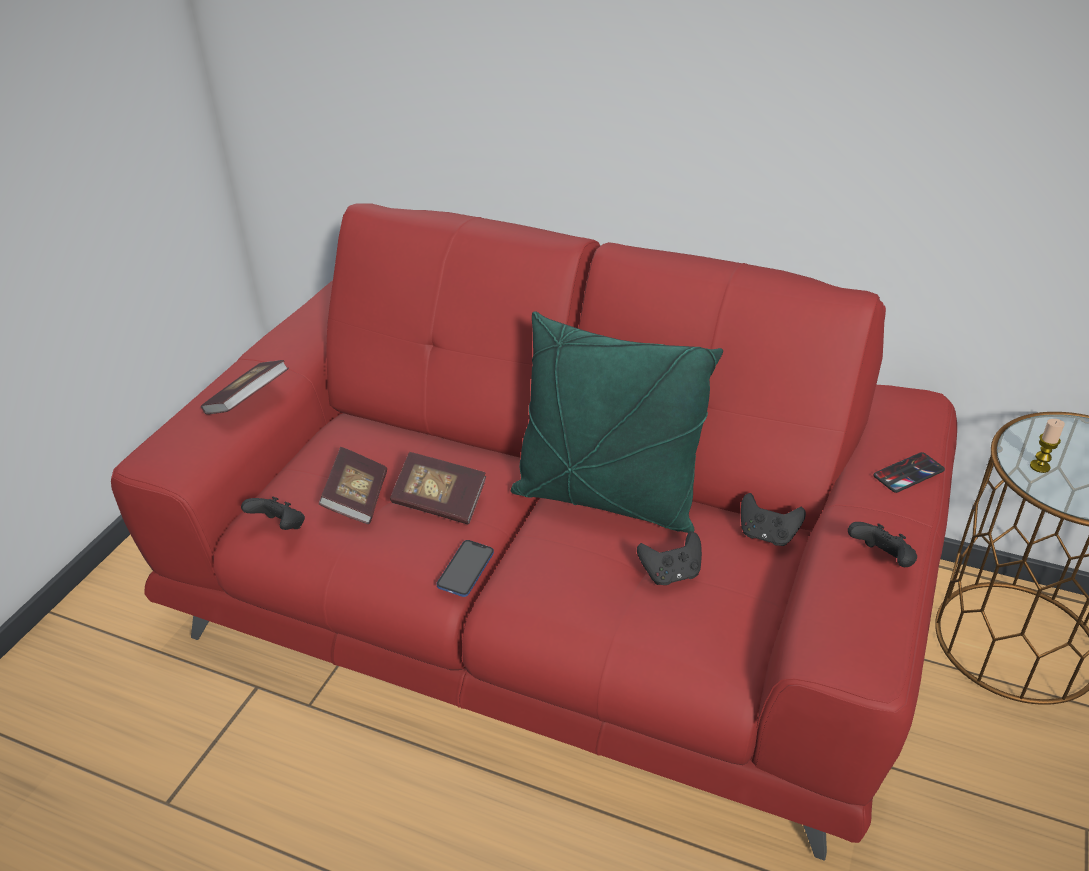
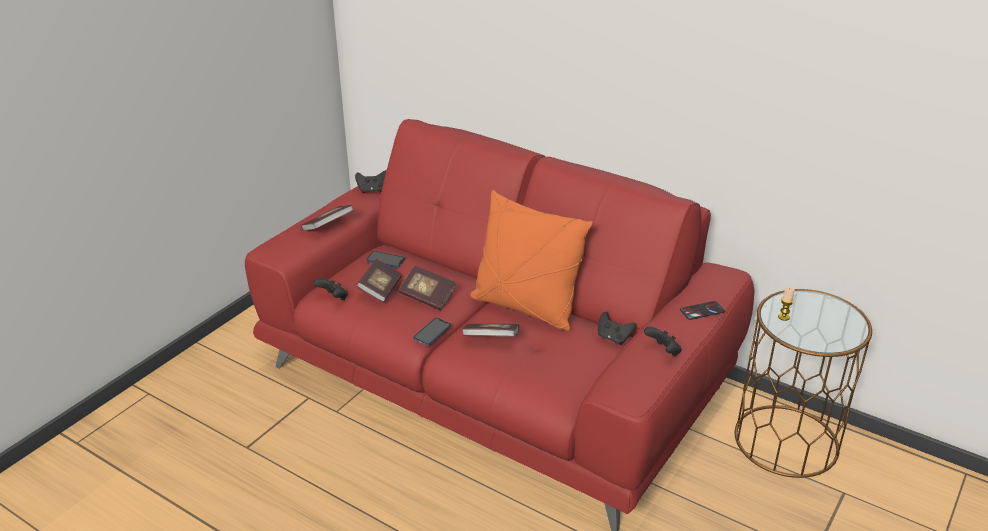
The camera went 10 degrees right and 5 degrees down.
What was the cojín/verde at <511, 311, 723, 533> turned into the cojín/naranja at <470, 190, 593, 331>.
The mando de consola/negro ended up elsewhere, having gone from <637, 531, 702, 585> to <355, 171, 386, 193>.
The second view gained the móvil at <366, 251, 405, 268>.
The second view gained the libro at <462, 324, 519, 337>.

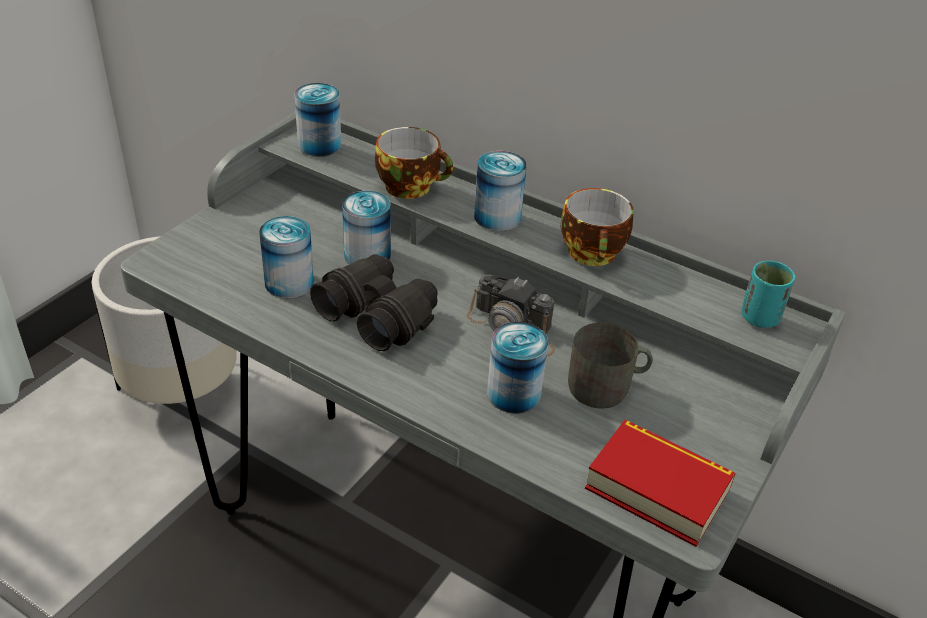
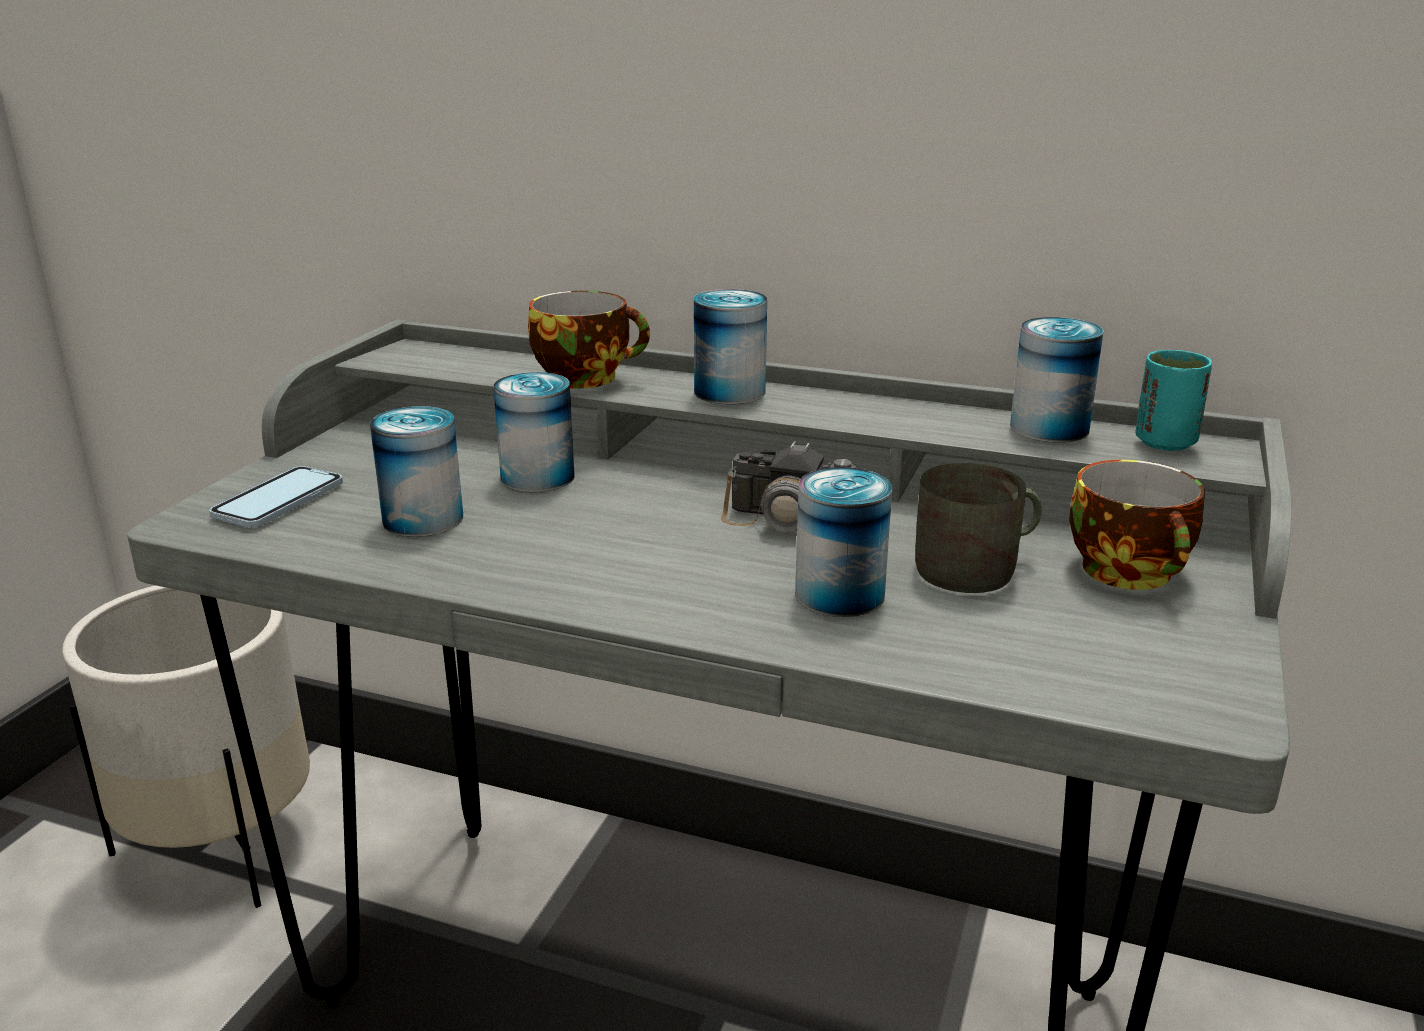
The camera went 10 degrees left and 15 degrees down.
The lata ended up elsewhere, having gone from <294, 83, 341, 157> to <1010, 317, 1104, 442>.
The second view lost the prismáticos/negro at <310, 254, 438, 351>.
The taza ended up elsewhere, having gone from <561, 188, 634, 266> to <1069, 460, 1205, 590>.
The second view lost the libro at <585, 420, 736, 547>.
The second view gained the móvil at <209, 466, 343, 528>.

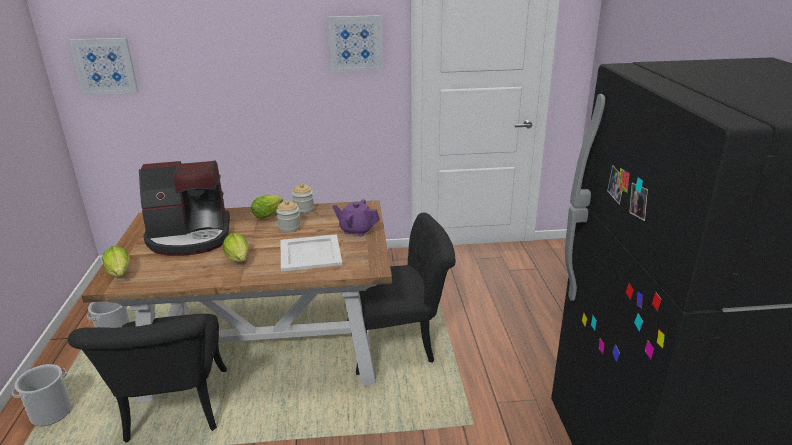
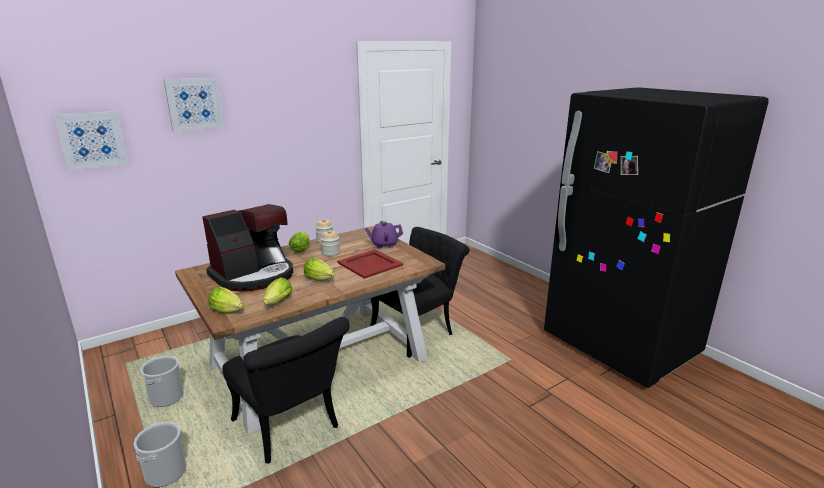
The camera went 30 degrees left and 5 degrees down.
What was the bandeja/blanco at <281, 234, 342, 271> turned into the bandeja/rojo at <337, 249, 403, 279>.
The cuadro ended up elsewhere, having gone from <327, 15, 382, 72> to <163, 78, 224, 132>.
The second view gained the lechuga at <263, 277, 292, 305>.

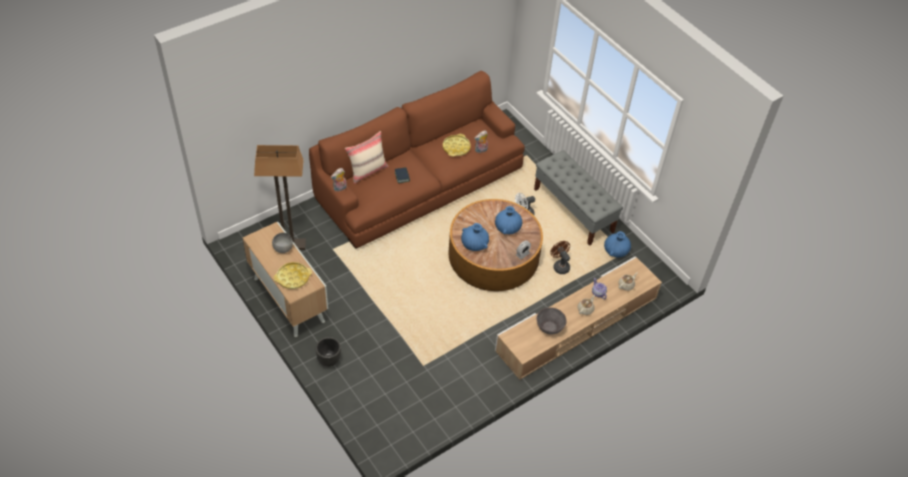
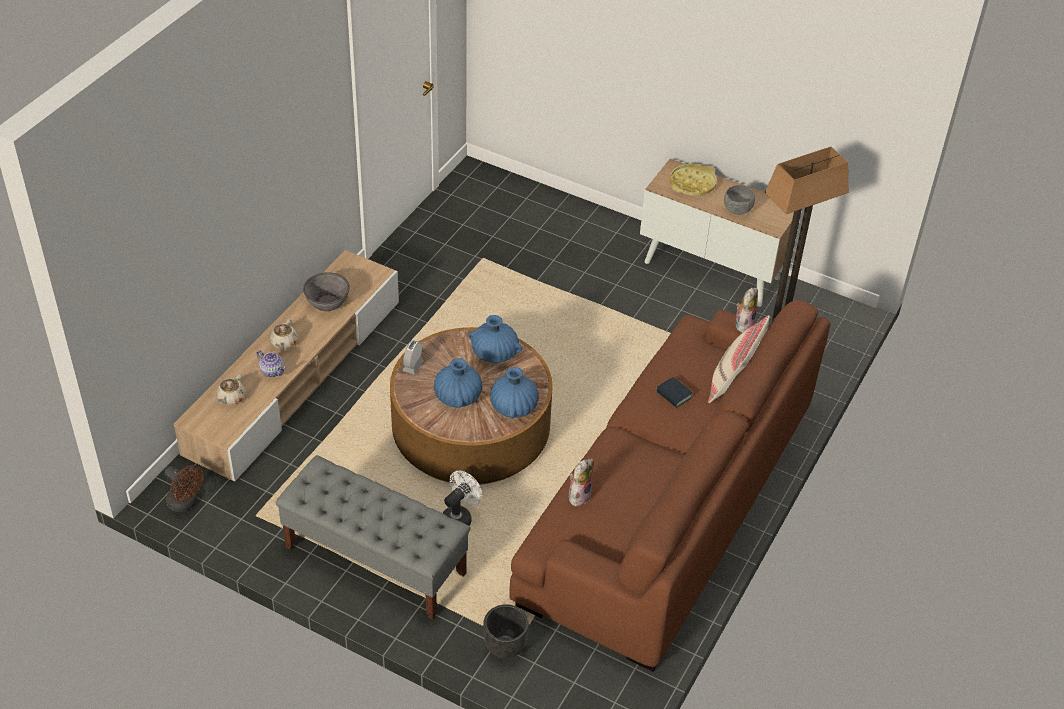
The camera went 155 degrees right and 5 degrees down.
The maceta/negro ended up elsewhere, having gone from <315, 337, 341, 367> to <483, 604, 529, 659>.
The second view lost the bandeja/amarillo at <443, 134, 471, 157>.
The ventilador/marrón ended up elsewhere, having gone from <550, 241, 570, 274> to <165, 465, 204, 512>.
The florero/azul ended up elsewhere, having gone from <604, 231, 631, 258> to <490, 367, 539, 419>.

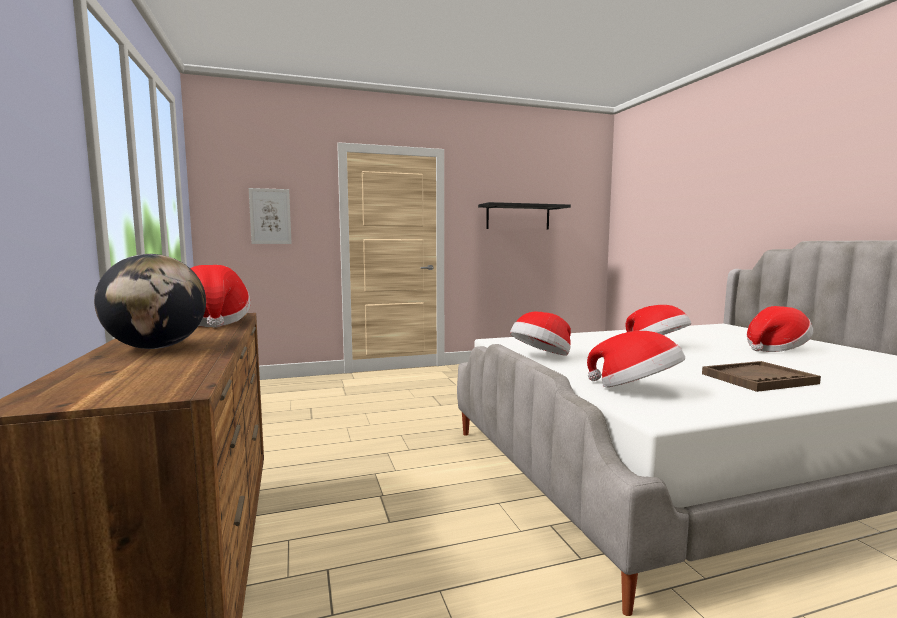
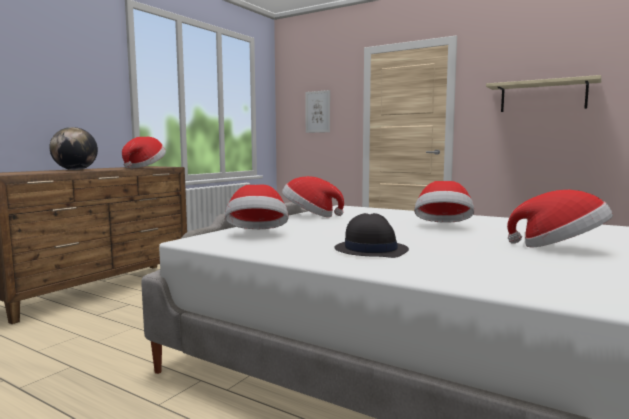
The camera went 50 degrees right and 0 degrees up.
What was the estante/negro at <478, 202, 571, 230> turned into the estante/beis at <486, 75, 602, 112>.
Where the bandeja/marrón stood at <702, 361, 821, 392>, the sombrero/negro came to stand at <335, 213, 409, 258>.

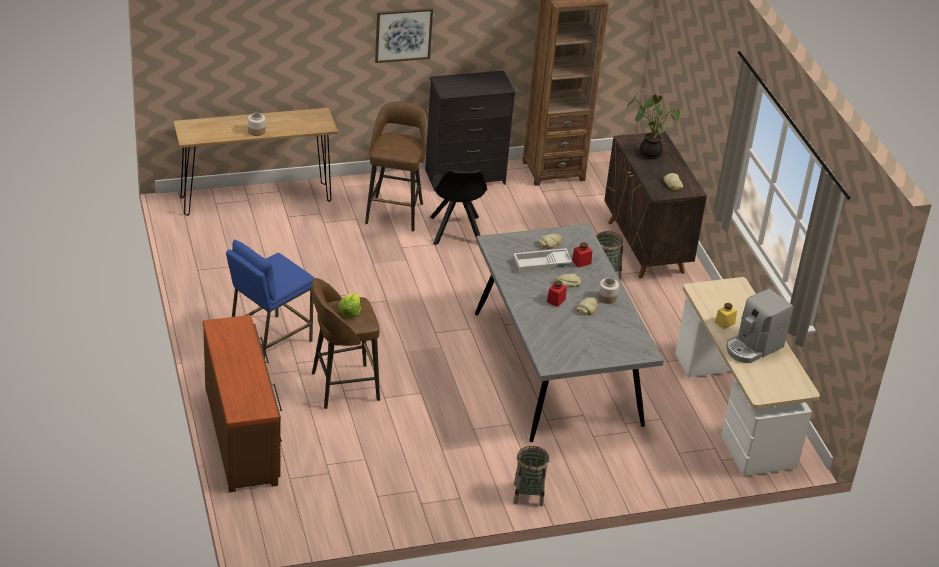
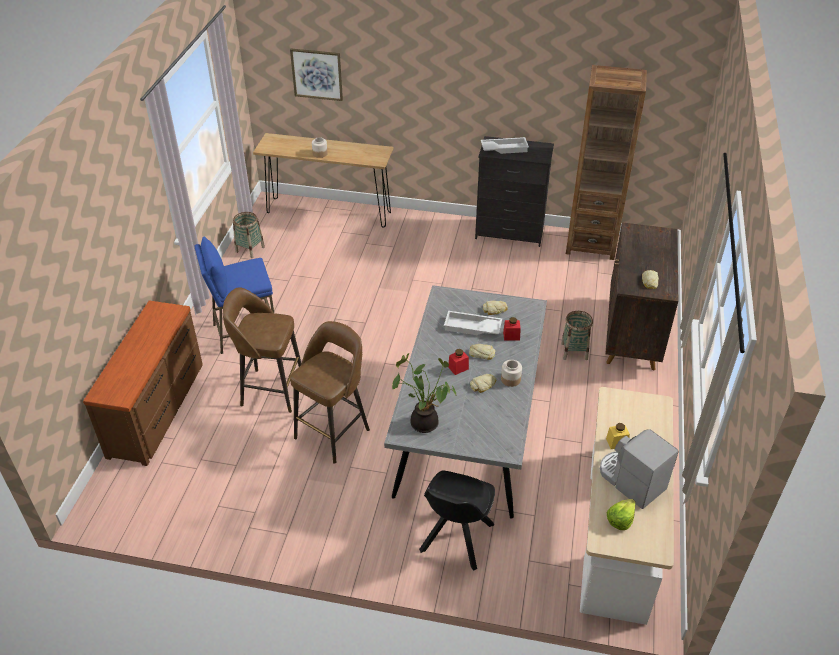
The camera went 30 degrees right and 5 degrees up.
The lechuga ended up elsewhere, having gone from <338, 292, 361, 317> to <607, 499, 636, 530>.
The taburete/marrón ended up elsewhere, having gone from <365, 101, 427, 231> to <290, 321, 370, 464>.
The cuadro ended up elsewhere, having gone from <375, 8, 433, 63> to <290, 48, 343, 101>.
The silla/negro ended up elsewhere, having gone from <430, 170, 487, 245> to <419, 471, 495, 571>.
The cesta ended up elsewhere, having gone from <513, 446, 550, 506> to <233, 212, 265, 258>.
The planta en maceta ended up elsewhere, having gone from <627, 94, 680, 159> to <392, 353, 456, 433>.
The cafetera at <726, 288, 793, 363> ended up facing another way, 60 degrees clockwise from before.
The second view gained the bandeja/blanco at <481, 137, 529, 154>.

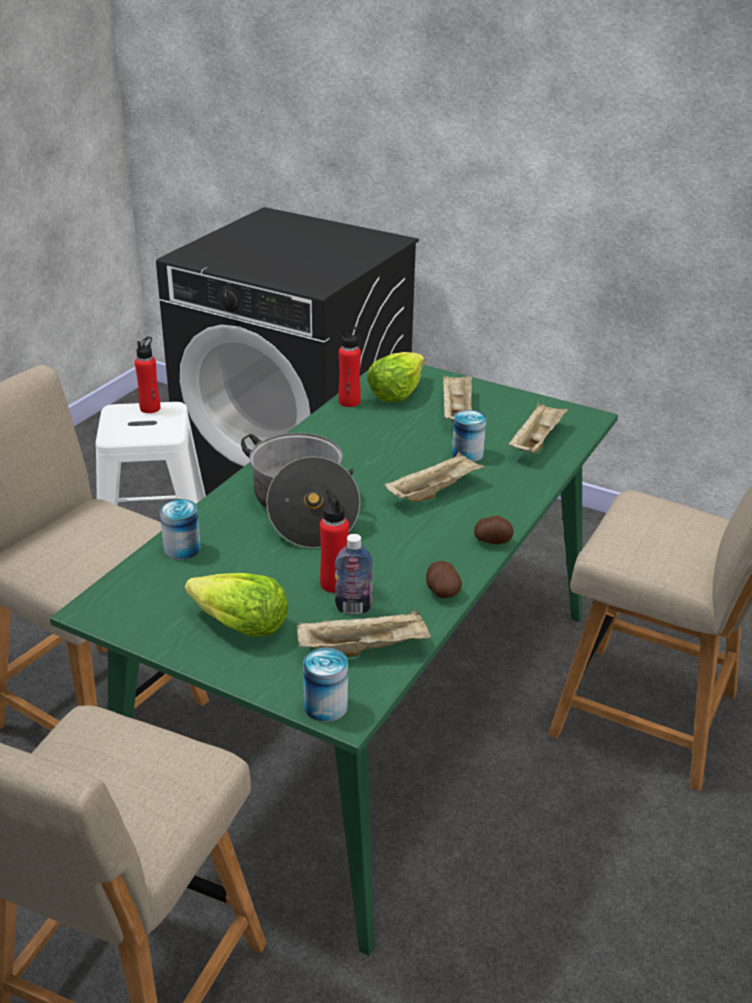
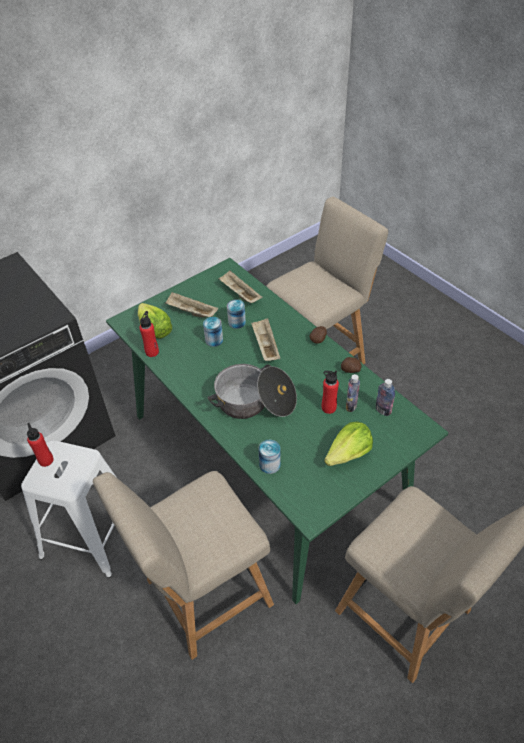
The camera went 65 degrees left and 15 degrees up.
Where the bandeja/beis stood at <297, 609, 431, 657>, the botella came to stand at <376, 379, 395, 416>.
The lata ended up elsewhere, having gone from <303, 648, 348, 722> to <203, 317, 223, 347>.

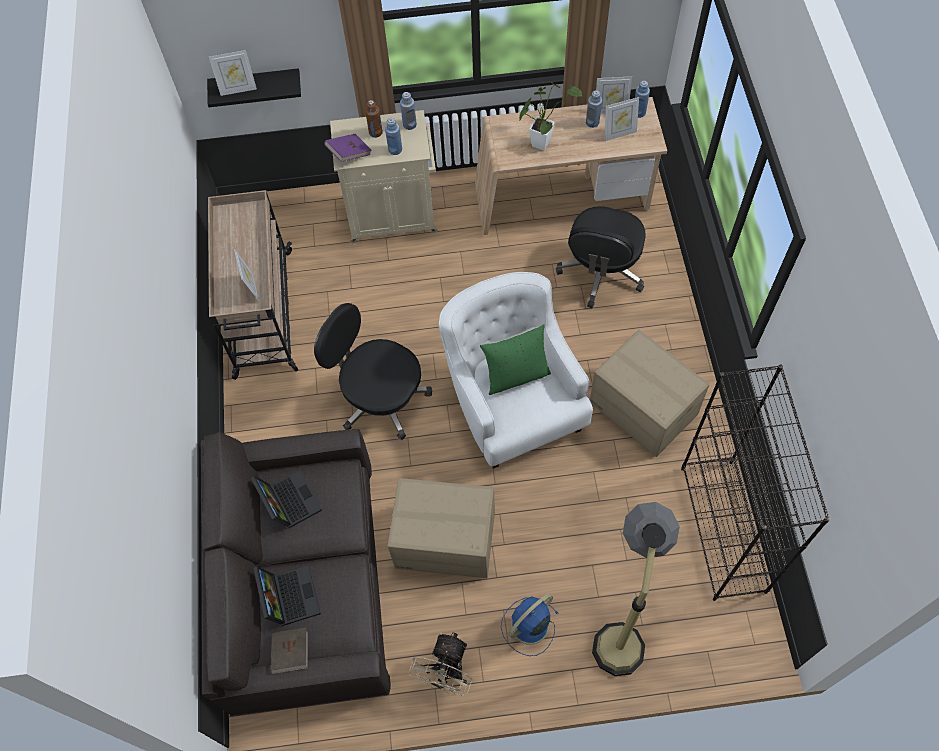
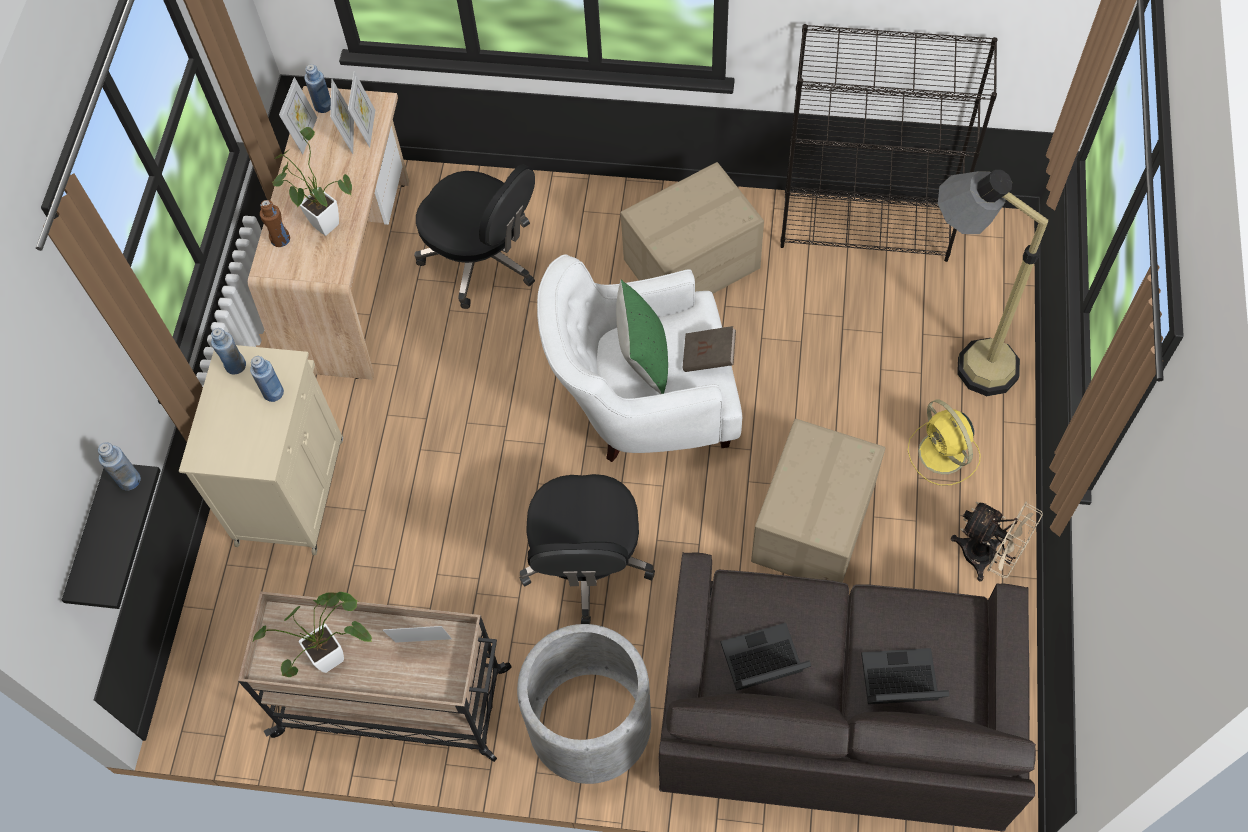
The camera went 75 degrees left and 0 degrees up.
The portarretratos ended up elsewhere, having gone from <209, 50, 257, 96> to <348, 71, 375, 148>.
The libro/marrón ended up elsewhere, having gone from <270, 628, 308, 674> to <682, 326, 736, 372>.
The silla de oficina/negro at <314, 303, 432, 440> ended up facing another way, 45 degrees counterclockwise from before.
The second view lost the libro/morado at <324, 134, 372, 162>.
The botella/marrón ended up elsewhere, having gone from <365, 100, 383, 138> to <260, 200, 290, 247>.
What was the ventilador/azul at <501, 594, 559, 656> turned into the ventilador/amarillo at <908, 399, 981, 485>.
The botella/azul ended up elsewhere, having gone from <586, 90, 602, 128> to <98, 442, 141, 490>.
The second view gained the planta en maceta at <252, 592, 372, 677>.
The second view gained the maceta/gris at <517, 624, 651, 784>.

